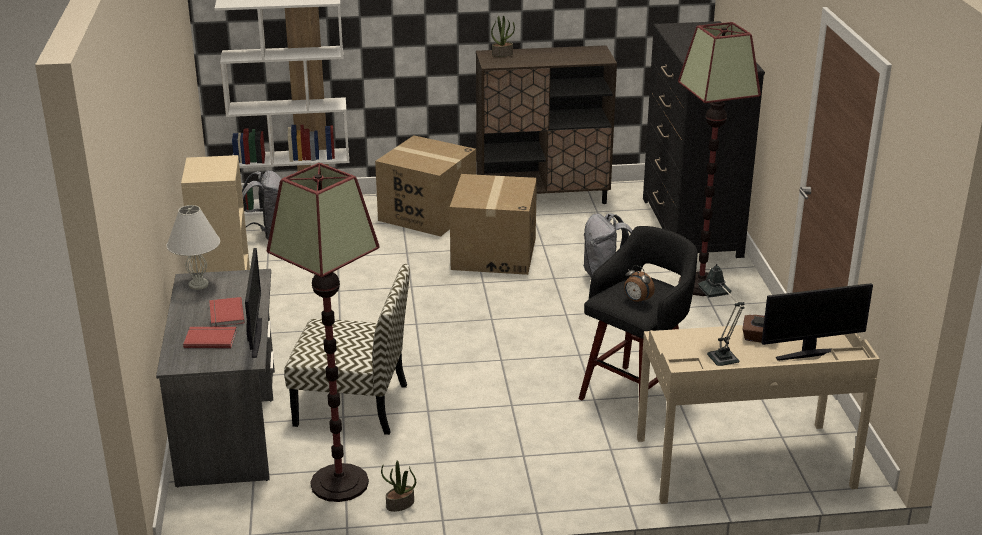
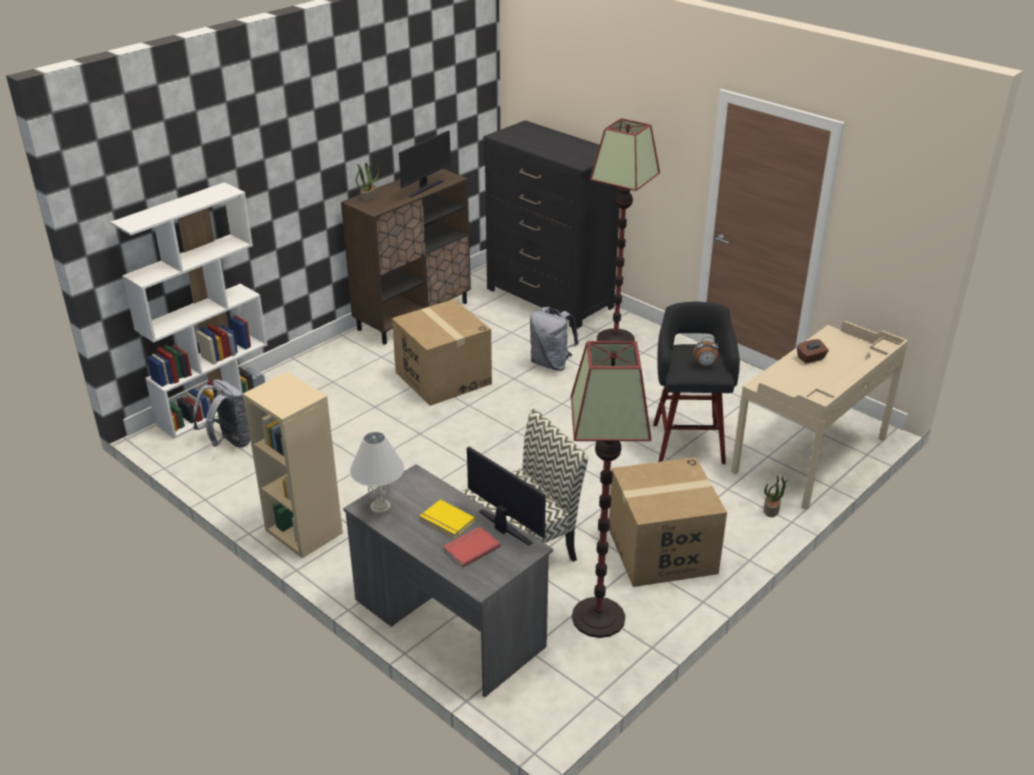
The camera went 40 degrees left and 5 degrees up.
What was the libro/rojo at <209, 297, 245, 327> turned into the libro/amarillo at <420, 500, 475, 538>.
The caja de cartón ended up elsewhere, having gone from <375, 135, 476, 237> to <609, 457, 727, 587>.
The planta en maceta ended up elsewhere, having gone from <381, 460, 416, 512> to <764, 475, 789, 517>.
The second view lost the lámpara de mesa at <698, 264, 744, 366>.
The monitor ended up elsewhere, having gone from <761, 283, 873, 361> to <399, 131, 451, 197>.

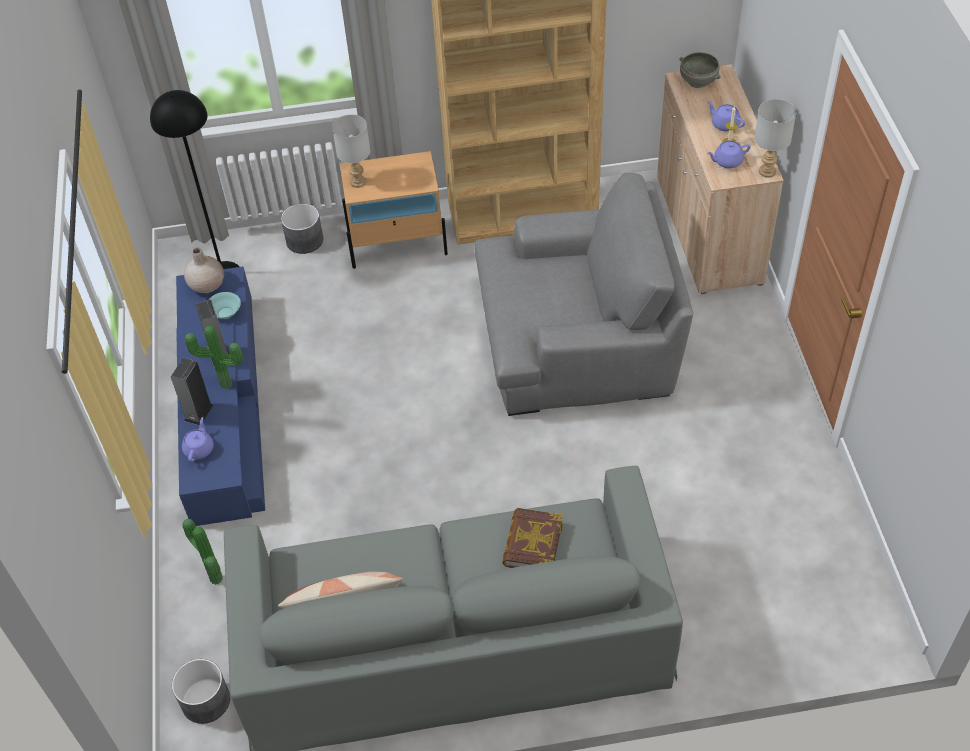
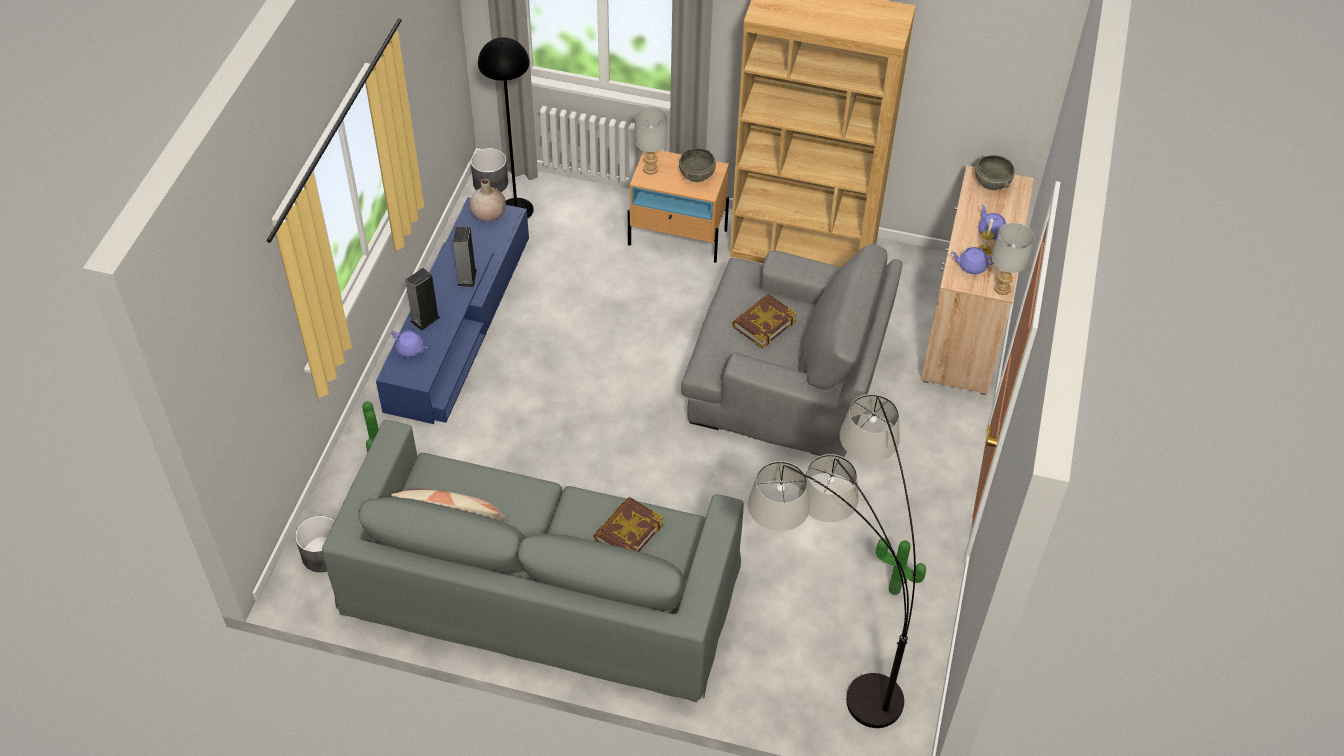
The camera went 20 degrees right and 0 degrees up.
The tetera/morado at <182, 417, 214, 462> ended up facing another way, 90 degrees clockwise from before.
The planta en maceta ended up elsewhere, having gone from <185, 326, 243, 389> to <876, 539, 926, 595>.
The second view lost the cuenco/turquesa at <209, 292, 241, 319>.
The maceta/gris ended up elsewhere, having gone from <281, 204, 323, 254> to <471, 148, 508, 192>.
The second view gained the cuenco/gris at <679, 148, 716, 182>.
The second view gained the libro at <732, 294, 797, 348>.
The second view gained the lámpara de pie at <748, 394, 916, 728>.

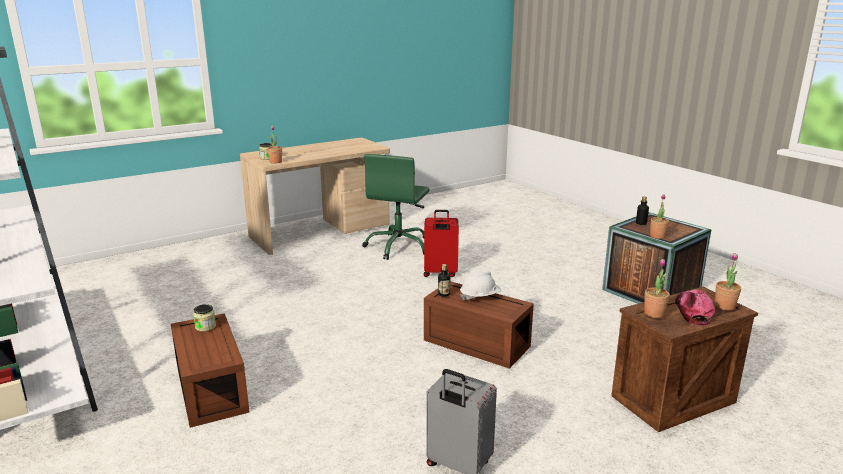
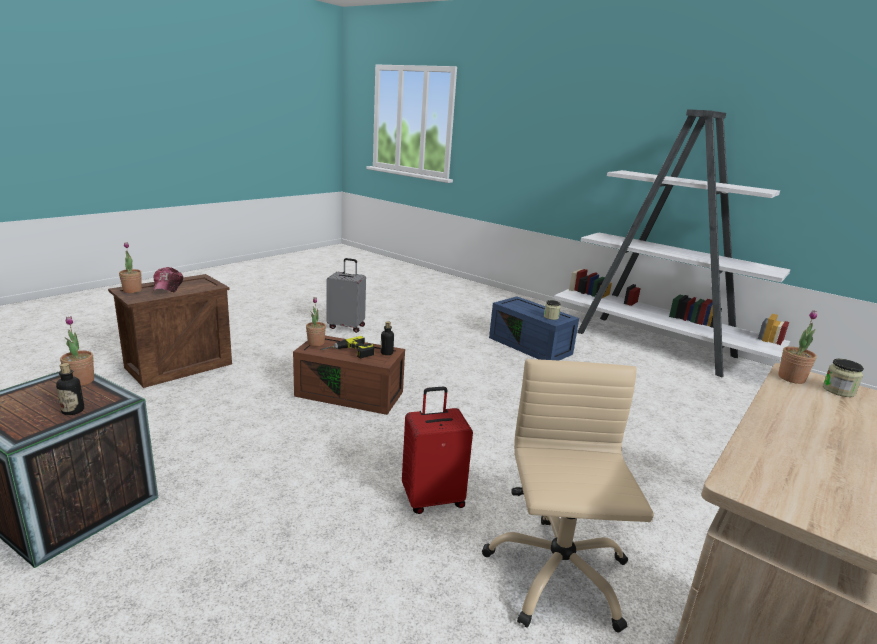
The camera went 160 degrees right and 0 degrees up.
What was the caja de almacenaje/marrón at <171, 313, 250, 428> turned into the caja de almacenaje/azul at <489, 296, 579, 361>.
What was the silla de oficina/verde at <362, 154, 430, 260> turned into the silla de oficina/beis at <482, 359, 654, 633>.
Where the casco/blanco stood at <460, 270, 501, 301>, the taladro came to stand at <320, 336, 374, 359>.
The planta en maceta ended up elsewhere, having gone from <644, 259, 670, 318> to <306, 297, 326, 346>.

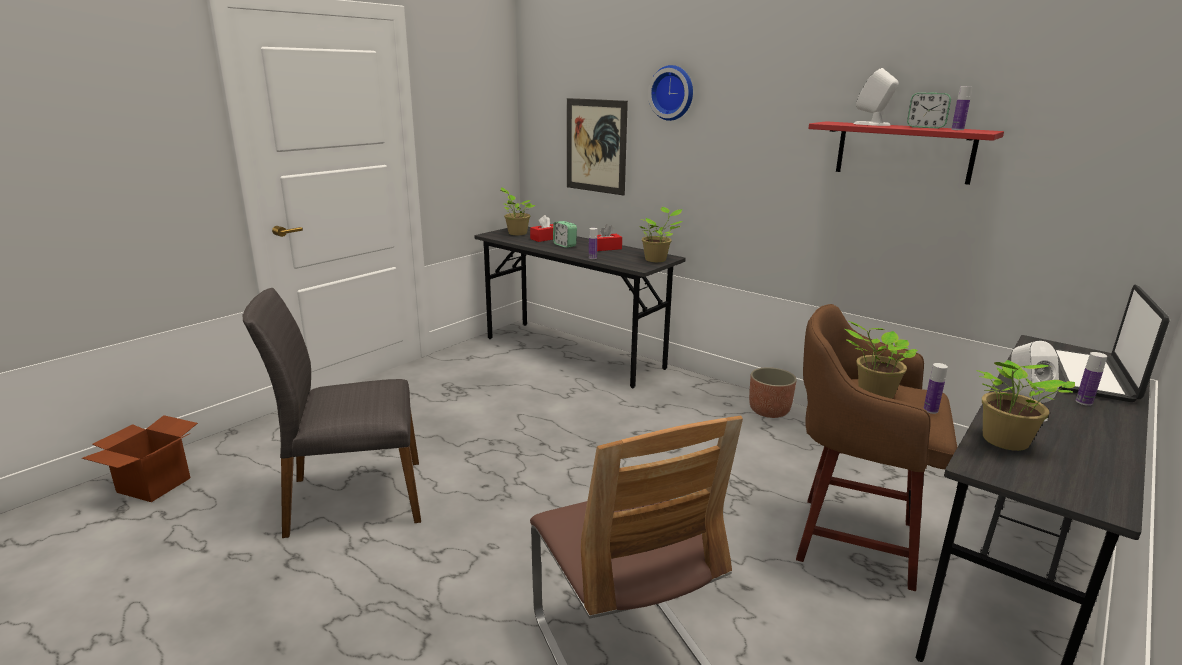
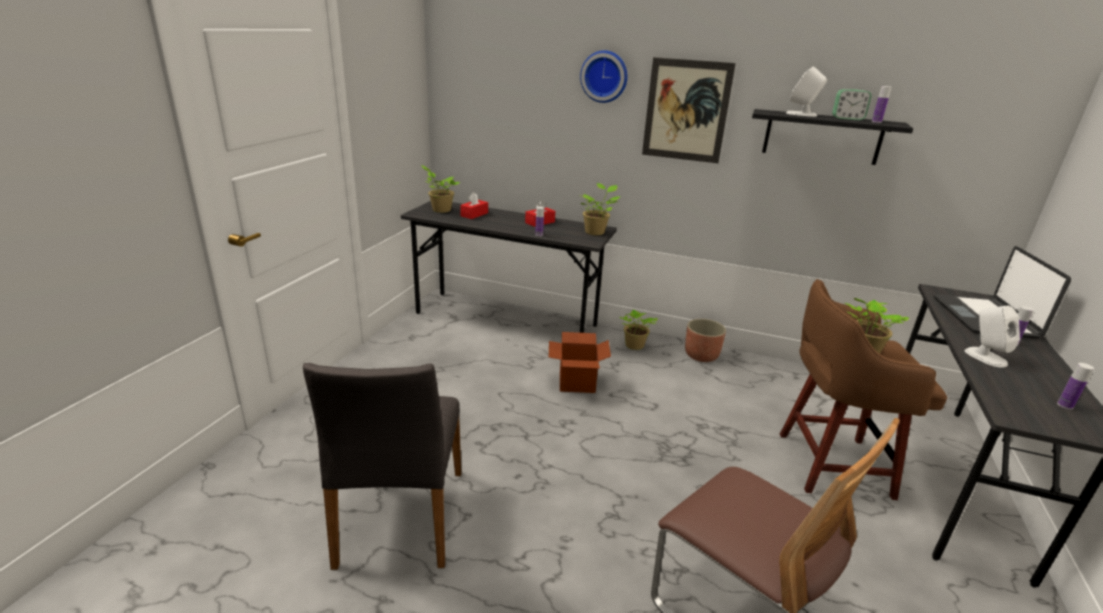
The camera went 20 degrees left and 5 degrees up.
The caja de cartón ended up elsewhere, having gone from <82, 415, 198, 502> to <549, 332, 611, 393>.
The silla/gris at <242, 288, 421, 538> ended up facing another way, 60 degrees counterclockwise from before.
The second view lost the despertador at <553, 221, 577, 248>.
The cuadro ended up elsewhere, having gone from <567, 98, 628, 196> to <642, 57, 736, 163>.
What was the estante/rojo at <808, 121, 1004, 185> turned into the estante/negro at <752, 109, 913, 165>.
The botella ended up elsewhere, having gone from <924, 363, 948, 414> to <1057, 363, 1094, 410>.
The planta en maceta ended up elsewhere, having gone from <977, 360, 1075, 451> to <619, 310, 658, 350>.

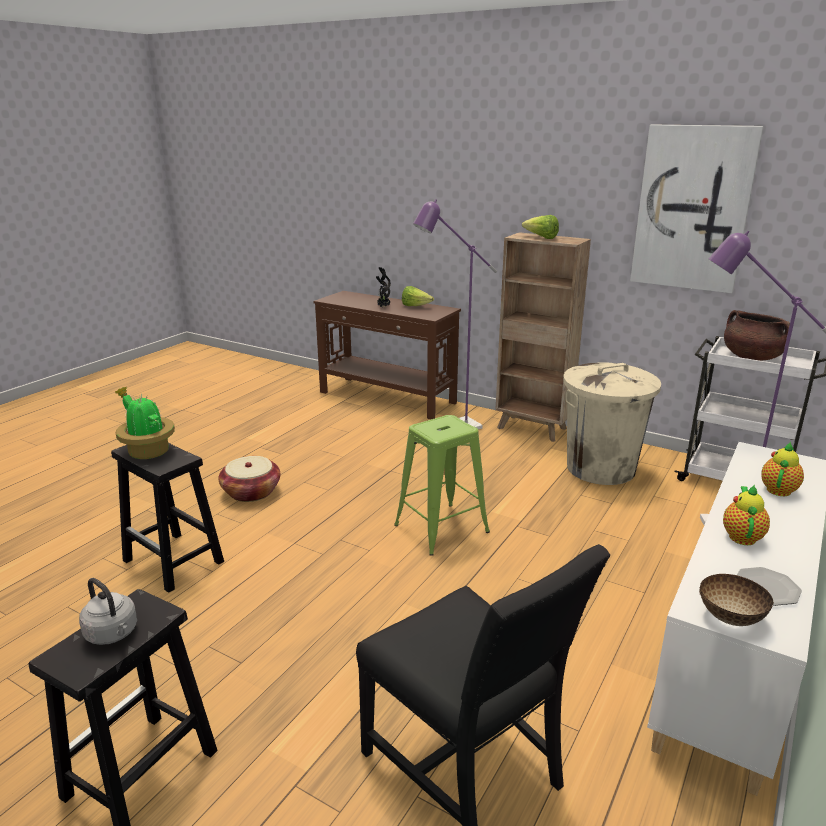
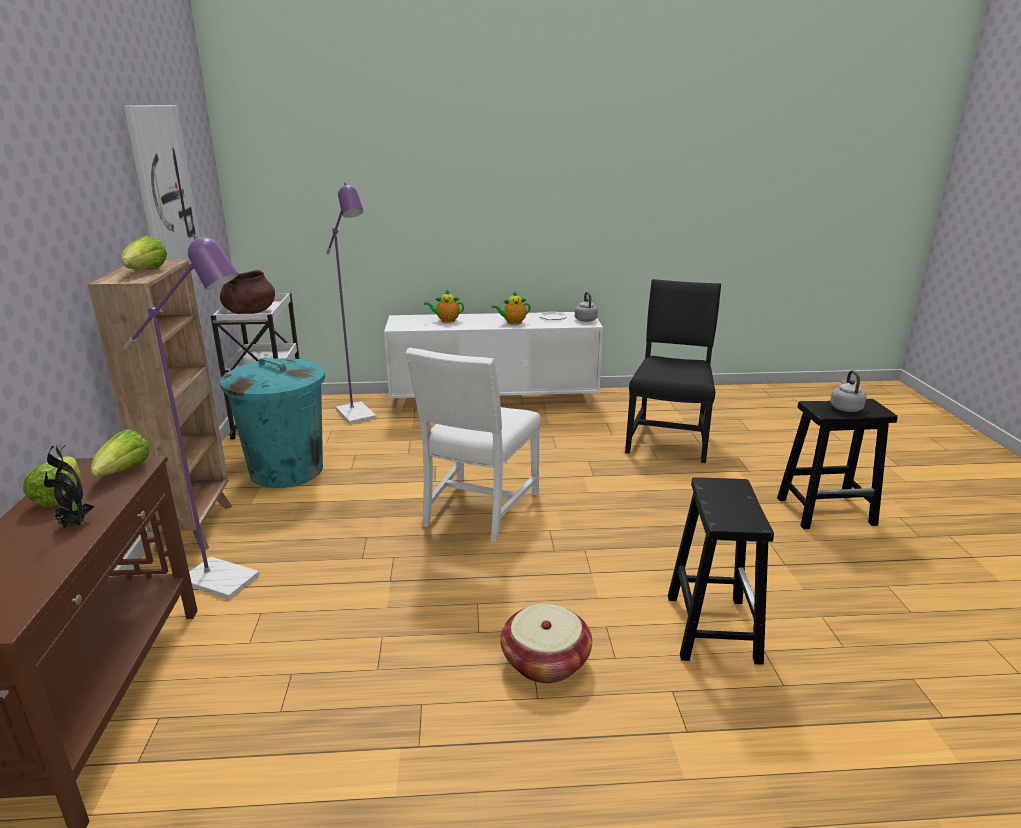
The camera went 125 degrees left and 0 degrees up.
The second view lost the planta en maceta at <115, 386, 175, 459>.
Where the taburete/verde stood at <394, 415, 490, 556>, the silla/blanco came to stand at <405, 348, 541, 542>.
What was the papelera/beis at <563, 362, 661, 485> turned into the papelera/turquesa at <220, 357, 325, 488>.
Where the cuenco stood at <699, 574, 773, 626>, the hervidor/gris came to stand at <575, 292, 598, 322>.
The second view gained the lechuga at <91, 429, 150, 477>.

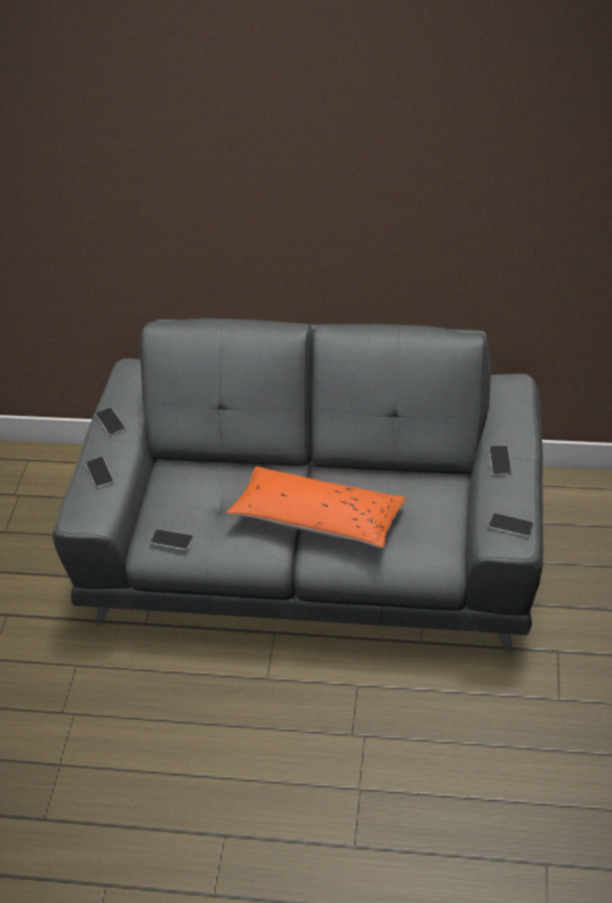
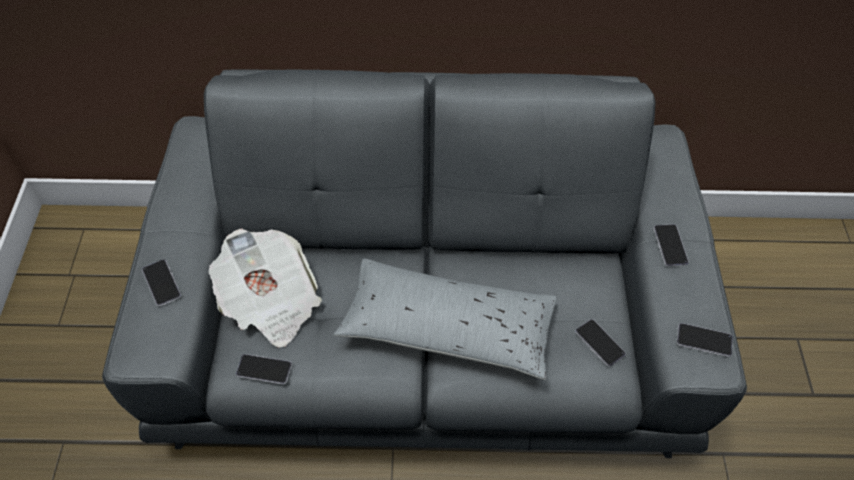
The camera went 10 degrees left and 10 degrees up.
The móvil ended up elsewhere, having gone from <95, 407, 126, 436> to <575, 319, 626, 367>.
What was the cojín/naranja at <226, 466, 406, 548> turned into the cojín/gris at <334, 259, 557, 380>.
The second view gained the periódico at <209, 229, 322, 347>.

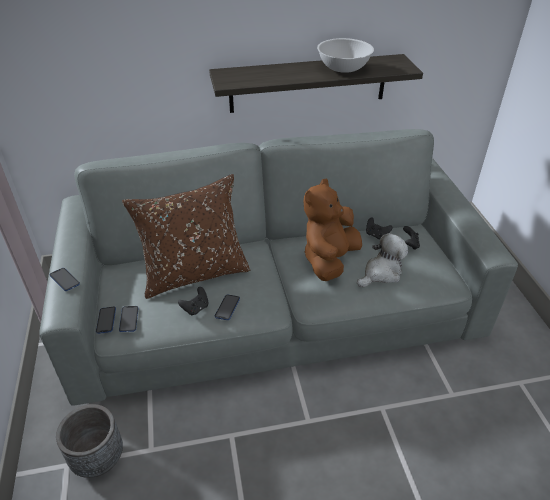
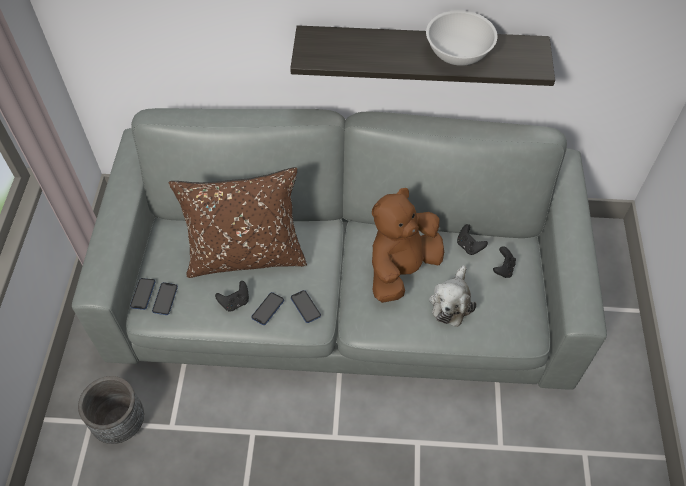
The camera went 15 degrees right and 15 degrees up.
The móvil ended up elsewhere, having gone from <50, 268, 80, 291> to <291, 290, 321, 323>.
The peluche at <357, 233, 408, 287> ended up facing another way, 135 degrees clockwise from before.

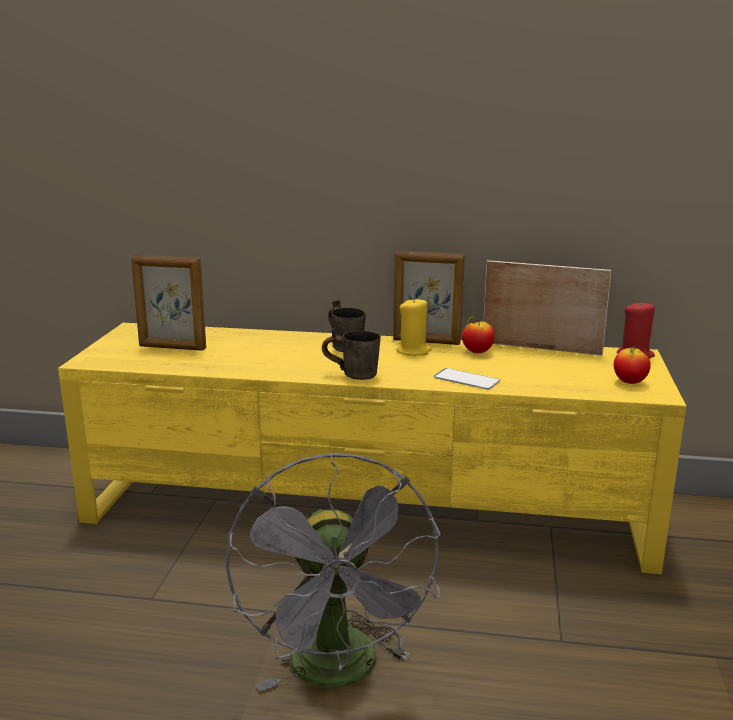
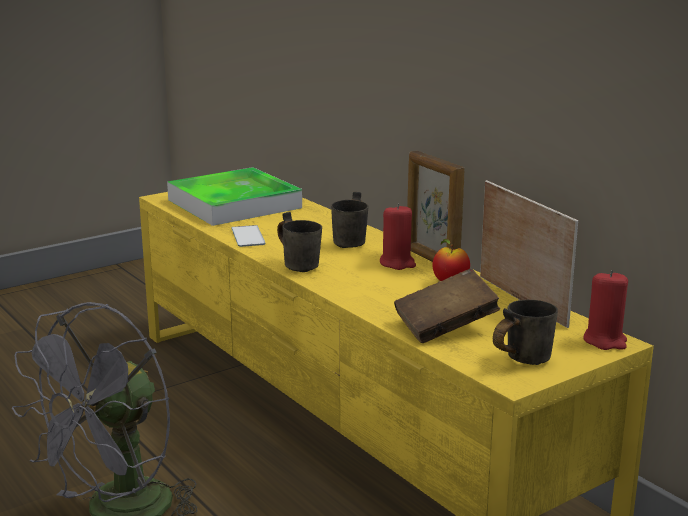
The camera went 45 degrees right and 0 degrees up.
Where the portarretratos stood at <131, 255, 206, 351>, the bandeja came to stand at <167, 167, 302, 226>.
What was the vela/amarillo at <396, 297, 432, 356> turned into the vela/rojo at <380, 203, 416, 270>.
The móvil ended up elsewhere, having gone from <434, 368, 500, 390> to <231, 225, 266, 247>.
Where the manzana stood at <614, 346, 651, 384>, the taza grande/gris came to stand at <493, 300, 558, 365>.
The second view gained the libro/marrón at <394, 268, 500, 343>.

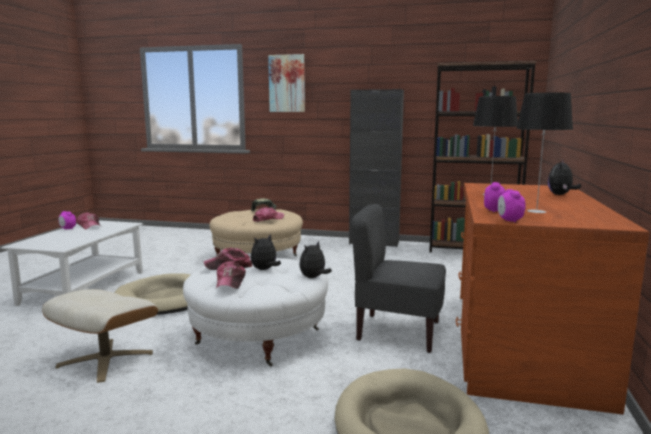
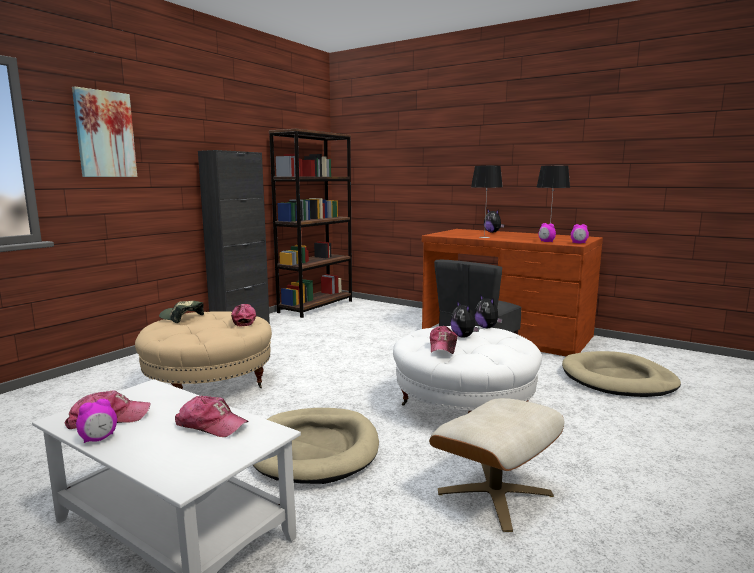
The camera went 70 degrees left and 0 degrees up.
The gorra ended up elsewhere, having gone from <216, 261, 246, 289> to <175, 395, 249, 437>.

